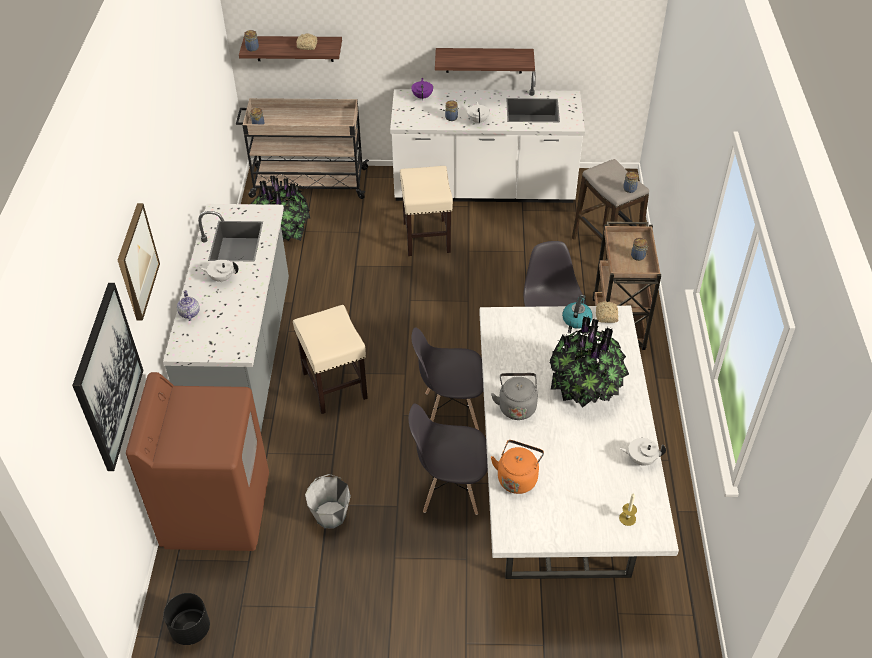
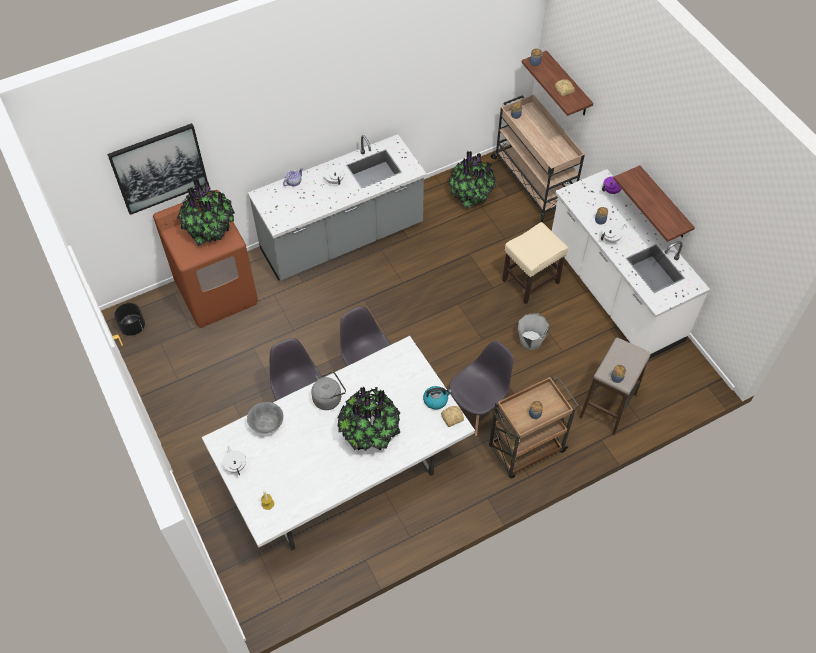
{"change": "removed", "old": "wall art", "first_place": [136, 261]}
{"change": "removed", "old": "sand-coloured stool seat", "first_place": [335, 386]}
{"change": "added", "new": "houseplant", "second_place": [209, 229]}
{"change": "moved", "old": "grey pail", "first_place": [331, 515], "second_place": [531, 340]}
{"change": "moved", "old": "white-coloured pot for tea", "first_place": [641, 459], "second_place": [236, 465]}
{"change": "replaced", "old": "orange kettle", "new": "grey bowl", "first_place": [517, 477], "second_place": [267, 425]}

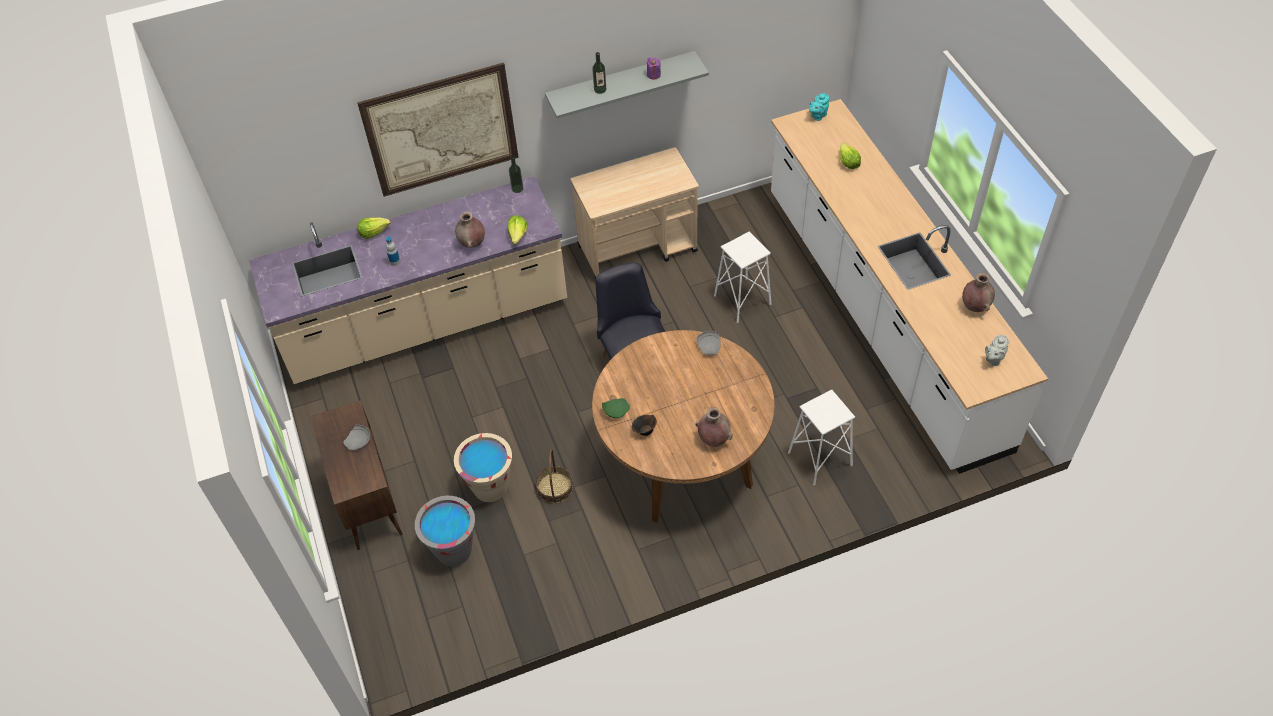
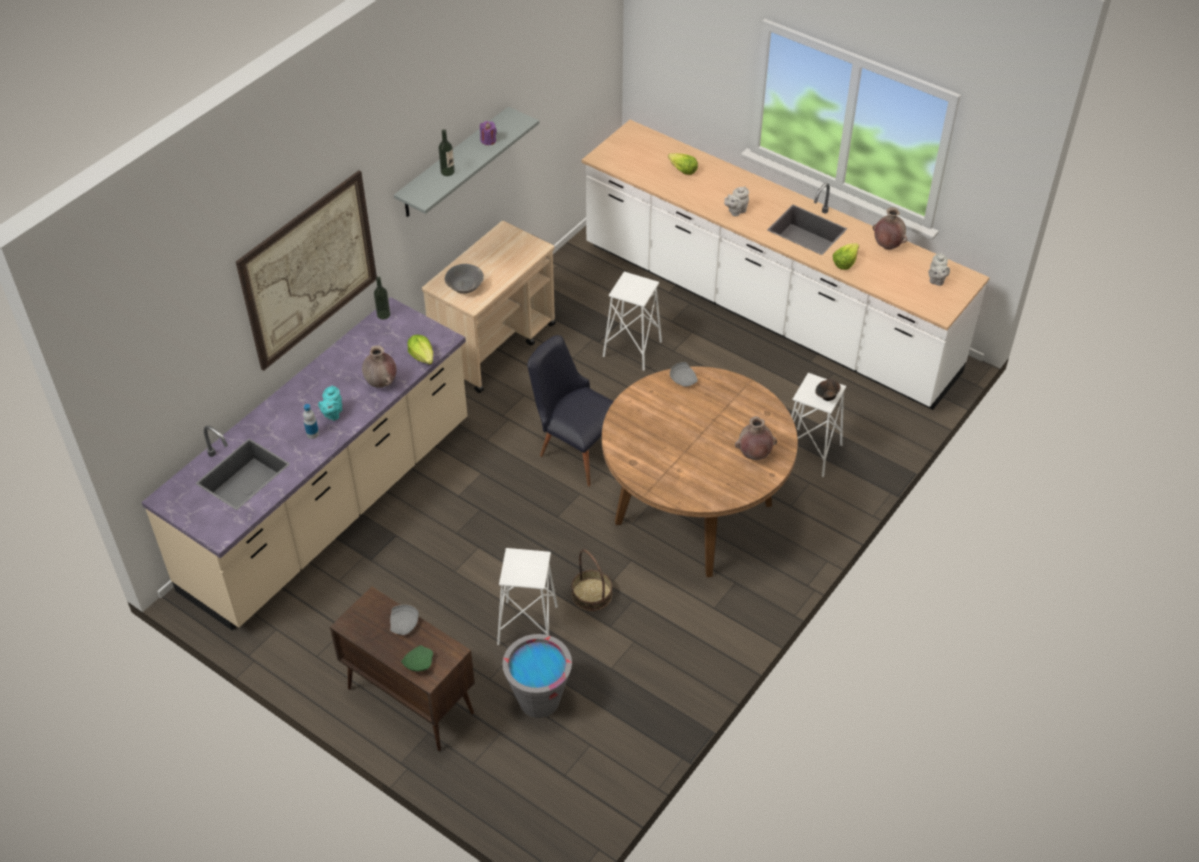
{"change": "added", "new": "grey bowl", "second_place": [464, 287]}
{"change": "added", "new": "grey pot for tea", "second_place": [736, 211]}
{"change": "moved", "old": "lettuce", "first_place": [373, 232], "second_place": [845, 262]}
{"change": "moved", "old": "greenish dinner plate", "first_place": [615, 411], "second_place": [418, 663]}
{"change": "moved", "old": "brown-coloured bowl", "first_place": [644, 430], "second_place": [826, 397]}
{"change": "moved", "old": "blue-green pot for tea", "first_place": [817, 116], "second_place": [332, 414]}
{"change": "replaced", "old": "sand-coloured pail", "new": "white-coloured stool seat", "first_place": [490, 487], "second_place": [527, 625]}

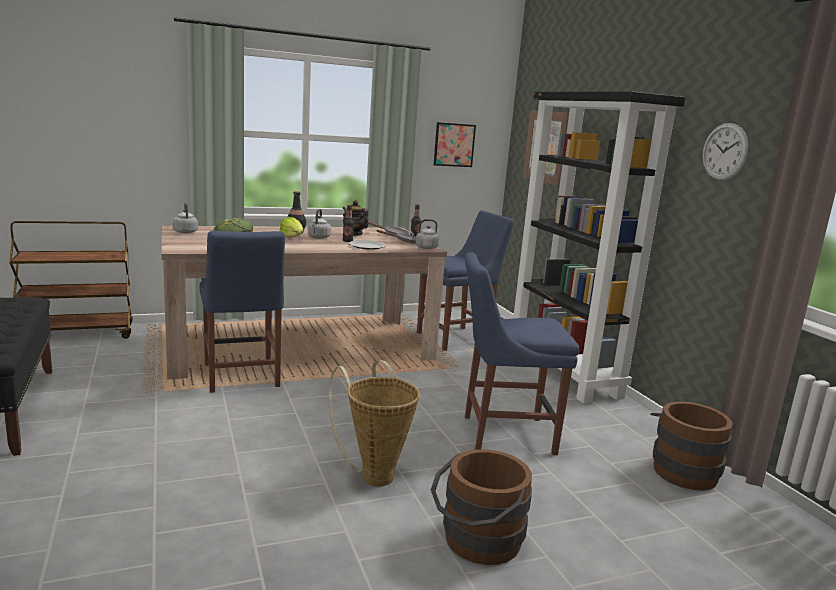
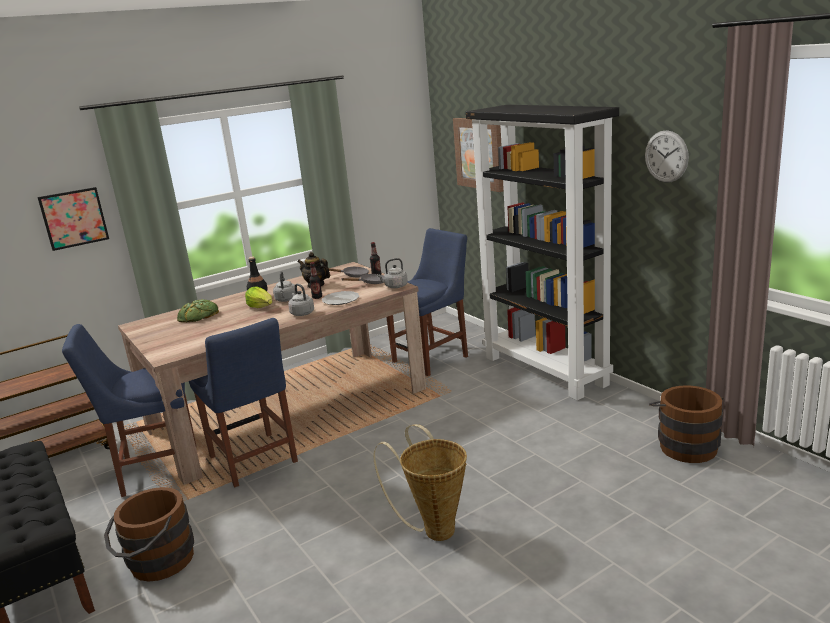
{"change": "moved", "old": "grey kettle", "first_place": [185, 232], "second_place": [301, 313]}
{"change": "moved", "old": "brown-coloured pail", "first_place": [476, 542], "second_place": [156, 563]}
{"change": "moved", "old": "wall art", "first_place": [454, 145], "second_place": [74, 218]}
{"change": "moved", "old": "blue-coloured chair", "first_place": [503, 434], "second_place": [155, 471]}

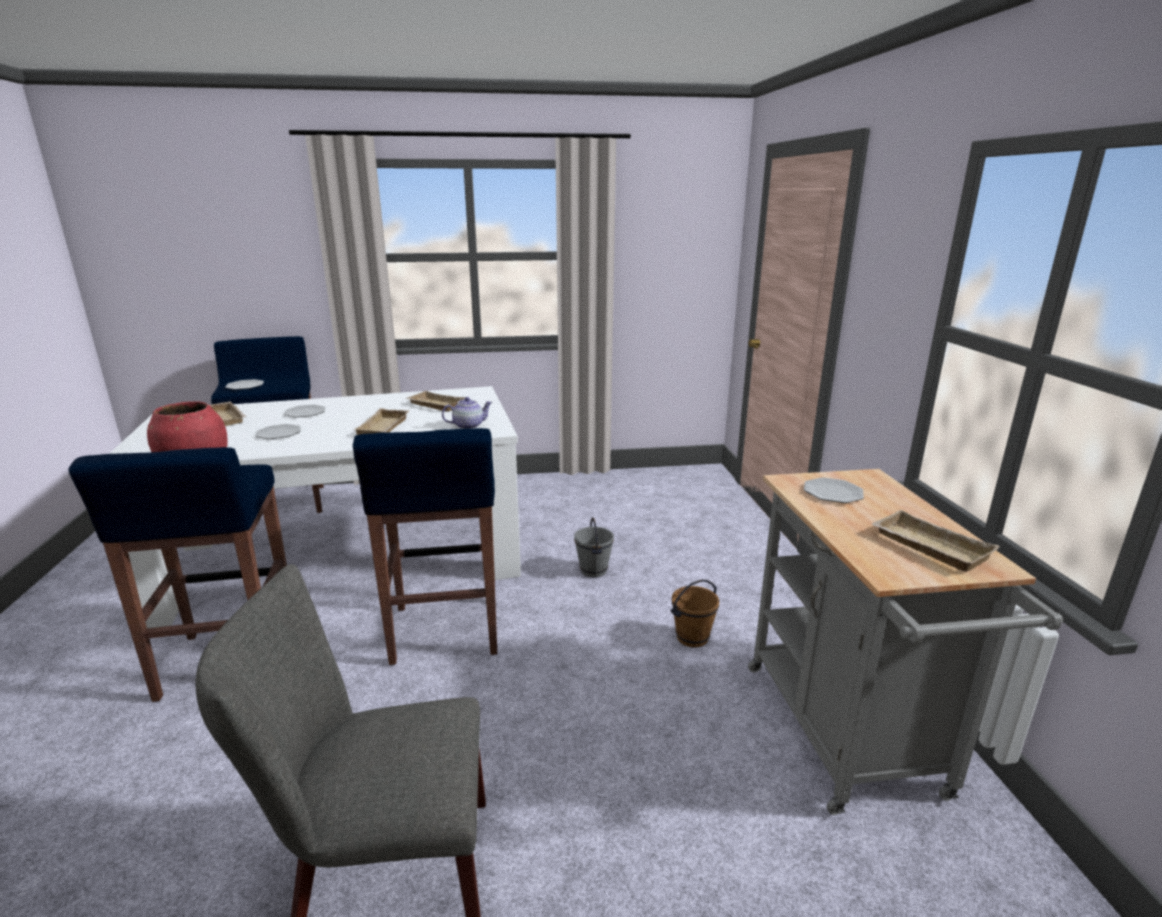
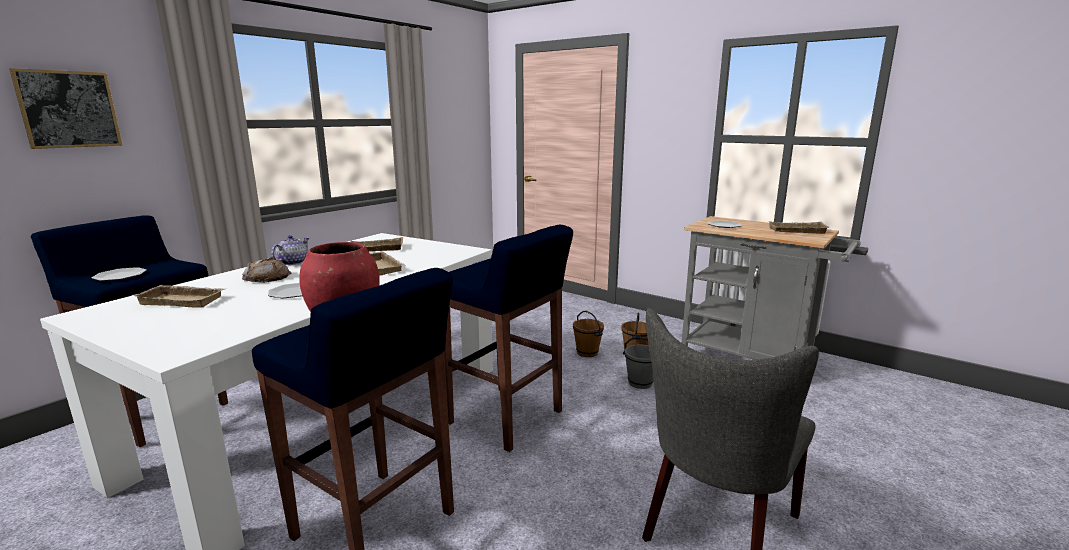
{"change": "added", "new": "wall art", "second_place": [69, 109]}
{"change": "added", "new": "brown-coloured pail", "second_place": [587, 353]}
{"change": "moved", "old": "pot for tea", "first_place": [468, 425], "second_place": [293, 262]}
{"change": "moved", "old": "grey pail", "first_place": [594, 570], "second_place": [640, 383]}
{"change": "replaced", "old": "dinner plate", "new": "bread", "first_place": [305, 412], "second_place": [267, 277]}

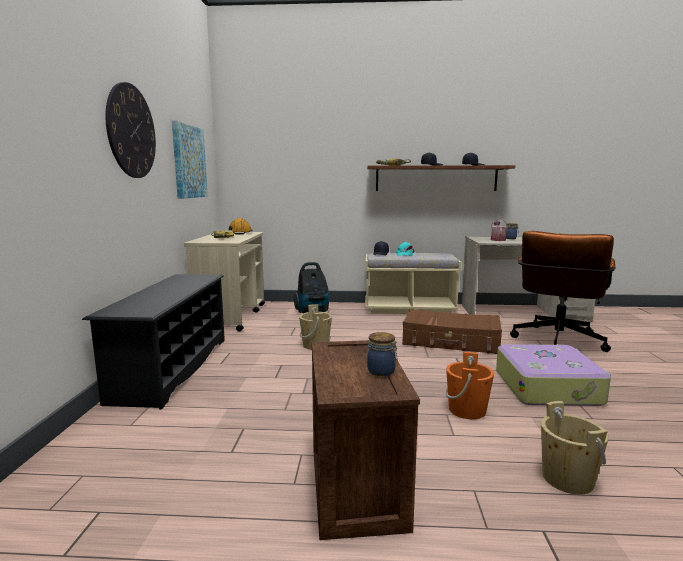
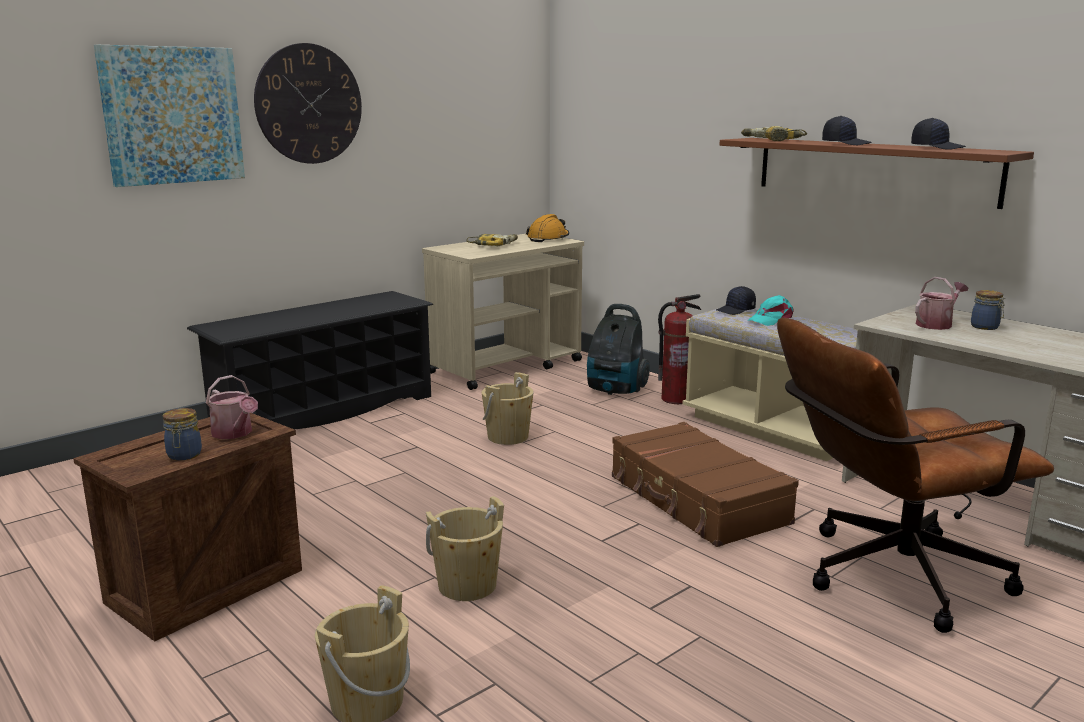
{"change": "removed", "old": "suitcase", "first_place": [548, 387]}
{"change": "added", "new": "watering can", "second_place": [234, 433]}
{"change": "added", "new": "fire-fighting cylinder", "second_place": [676, 399]}
{"change": "moved", "old": "wall art", "first_place": [189, 162], "second_place": [172, 115]}
{"change": "recoloured", "old": "orange pail", "new": "sand-coloured pail", "first_place": [467, 410], "second_place": [467, 585]}

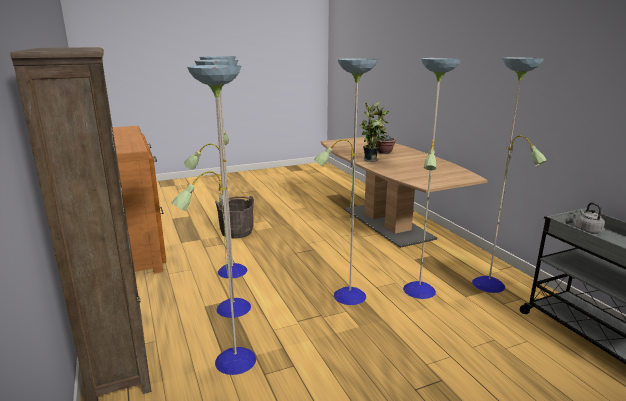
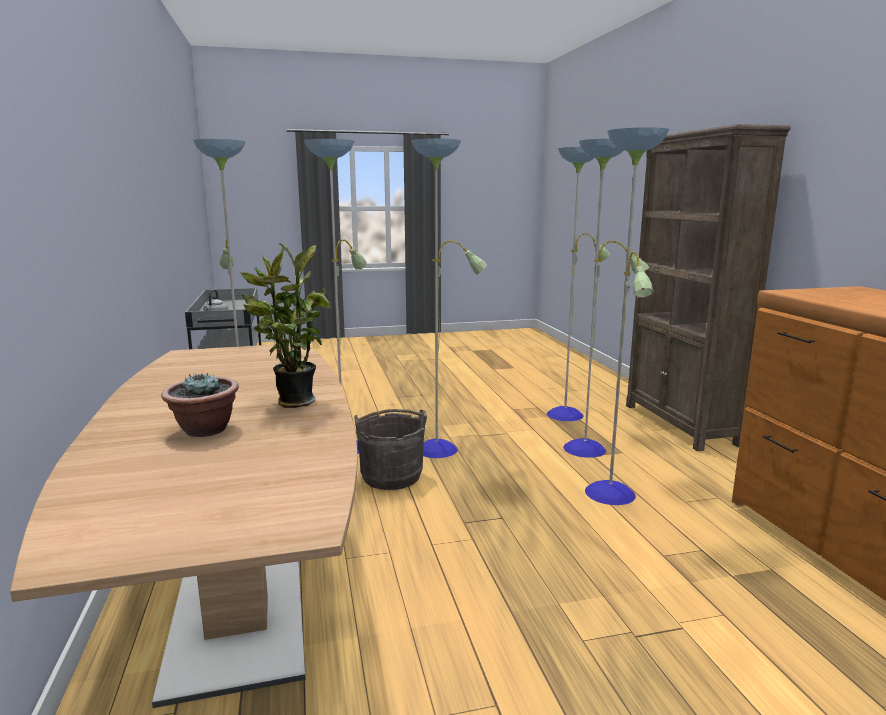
{"change": "moved", "old": "grey pail", "first_place": [236, 232], "second_place": [391, 477]}

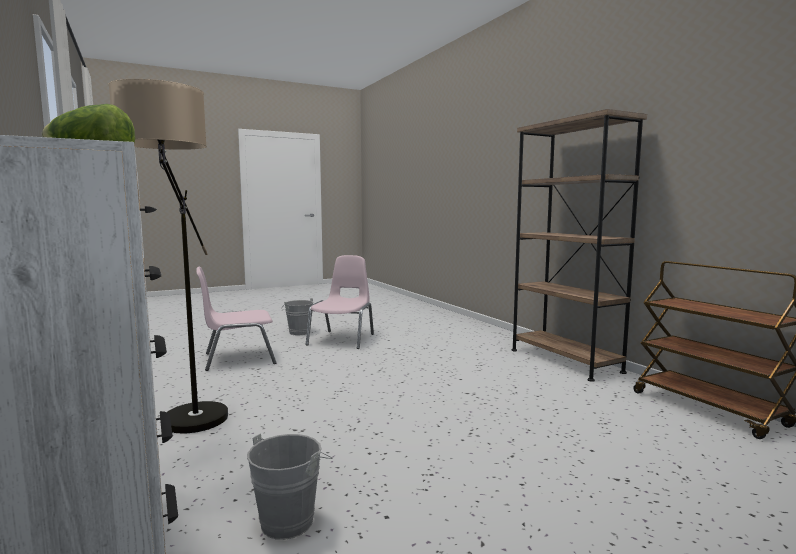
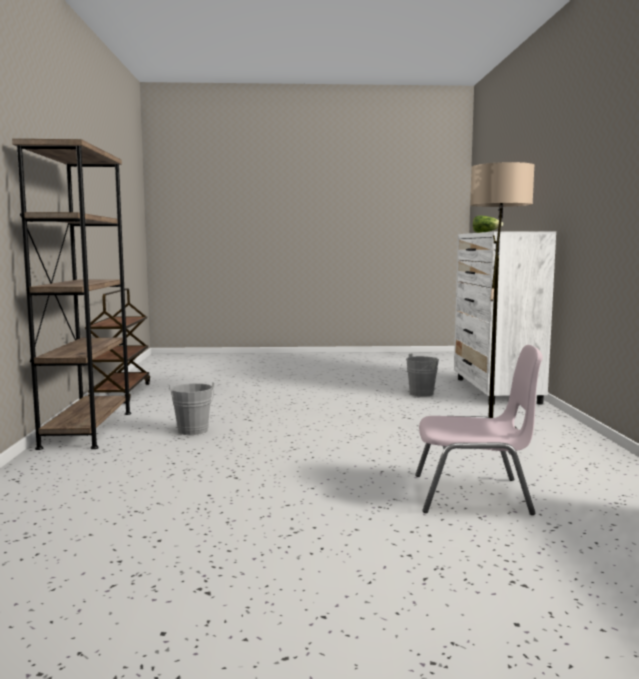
{"change": "removed", "old": "pink-coloured chair", "first_place": [342, 339]}
{"change": "moved", "old": "grey pail", "first_place": [298, 332], "second_place": [193, 431]}

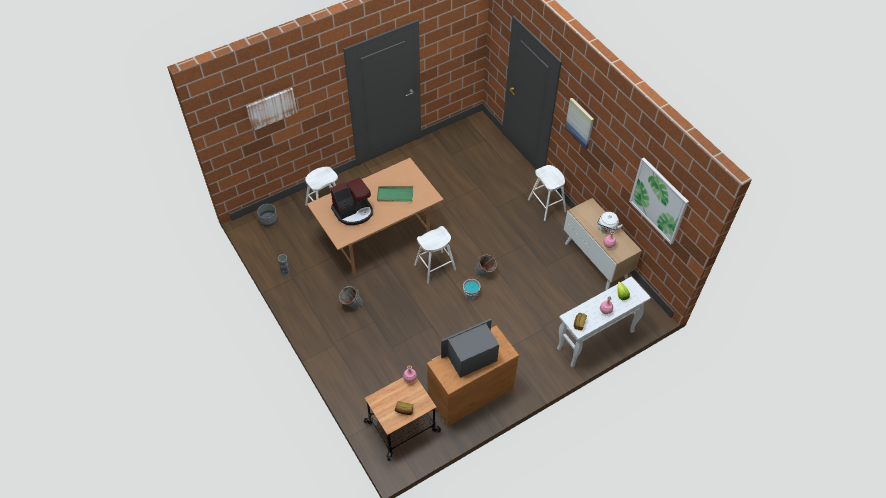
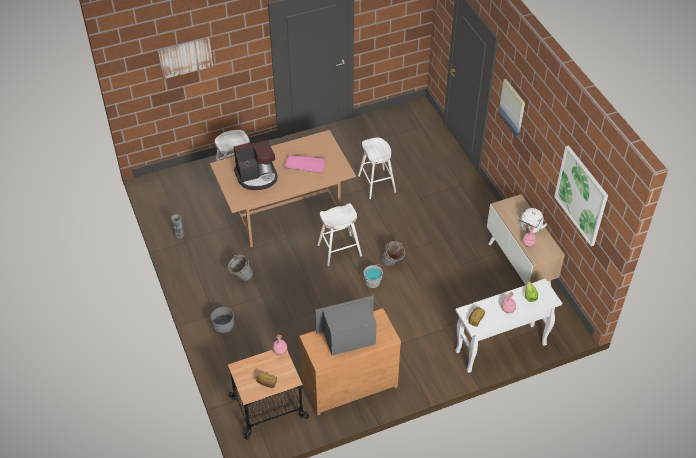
{"change": "moved", "old": "grey flower pot", "first_place": [268, 220], "second_place": [223, 326]}
{"change": "moved", "old": "white-coloured stool seat", "first_place": [546, 205], "second_place": [376, 183]}
{"change": "recoloured", "old": "greenish serving tray", "new": "pink-coloured serving tray", "first_place": [395, 195], "second_place": [304, 165]}

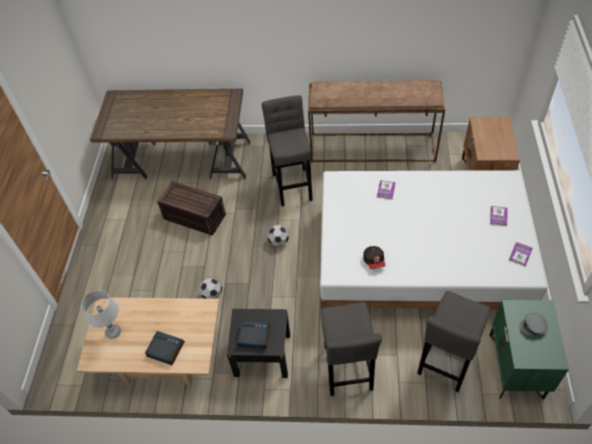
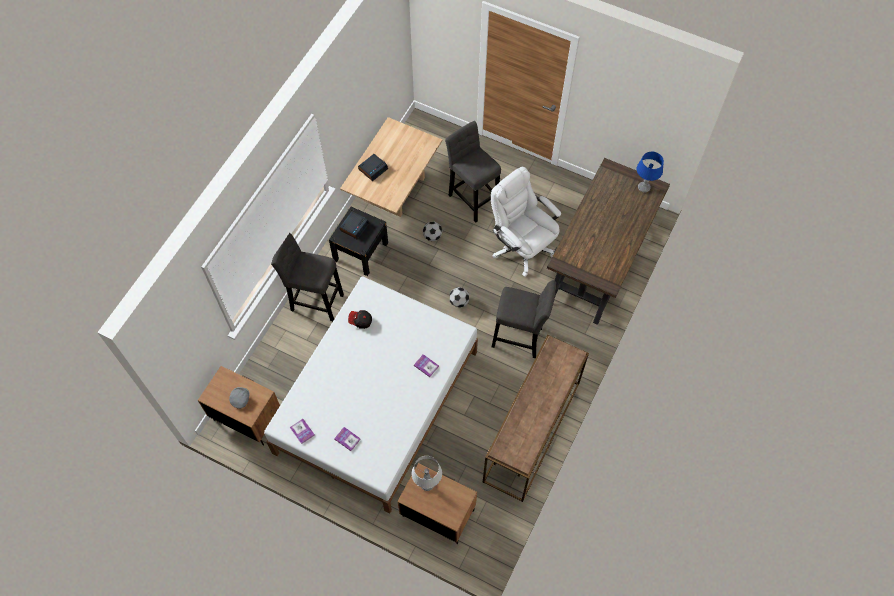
{"change": "added", "new": "blue-coloured tabletop lamp", "second_place": [644, 187]}
{"change": "moved", "old": "grey tabletop lamp", "first_place": [113, 332], "second_place": [427, 484]}
{"change": "moved", "old": "grey stool seat", "first_place": [445, 363], "second_place": [472, 198]}
{"change": "replaced", "old": "brown-coloured storage container", "new": "white-coloured desk chair", "first_place": [193, 217], "second_place": [522, 247]}
{"change": "recoloured", "old": "greenish bedside table", "new": "brown-coloured bedside table", "first_place": [516, 366], "second_place": [247, 418]}

